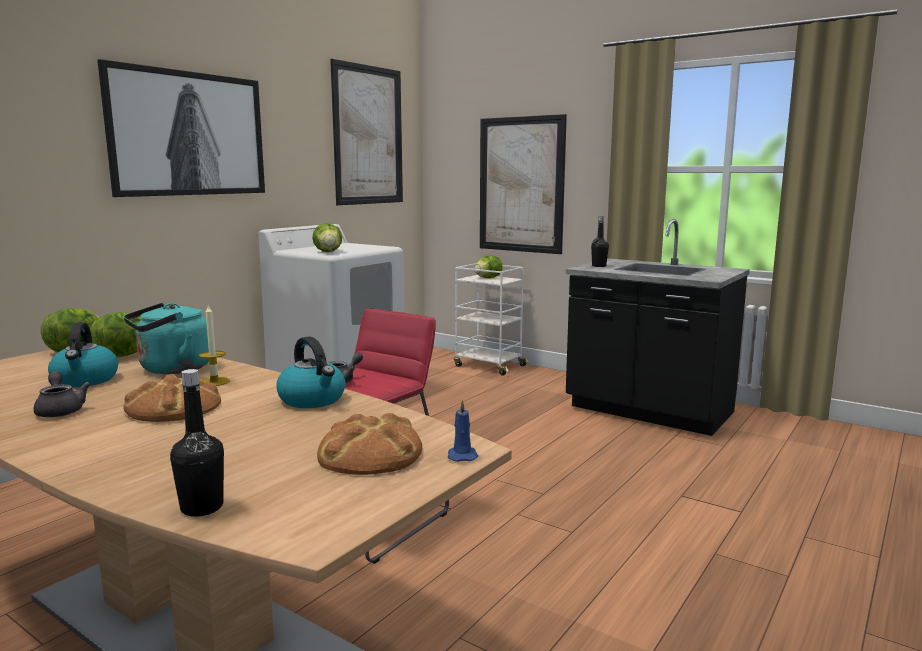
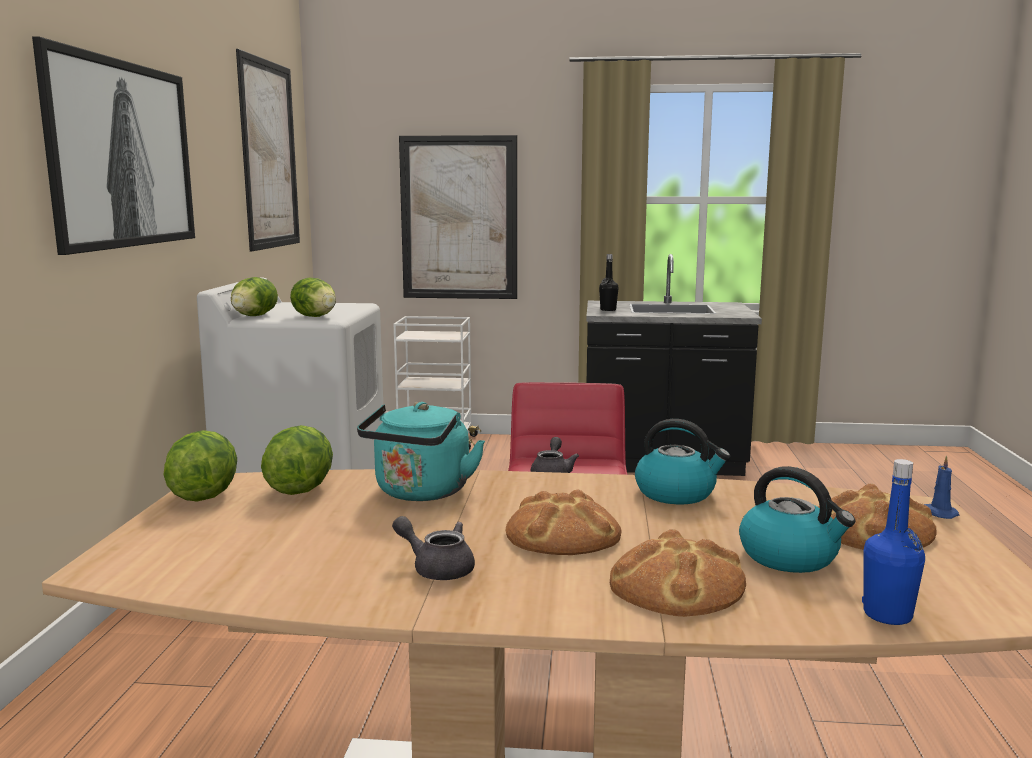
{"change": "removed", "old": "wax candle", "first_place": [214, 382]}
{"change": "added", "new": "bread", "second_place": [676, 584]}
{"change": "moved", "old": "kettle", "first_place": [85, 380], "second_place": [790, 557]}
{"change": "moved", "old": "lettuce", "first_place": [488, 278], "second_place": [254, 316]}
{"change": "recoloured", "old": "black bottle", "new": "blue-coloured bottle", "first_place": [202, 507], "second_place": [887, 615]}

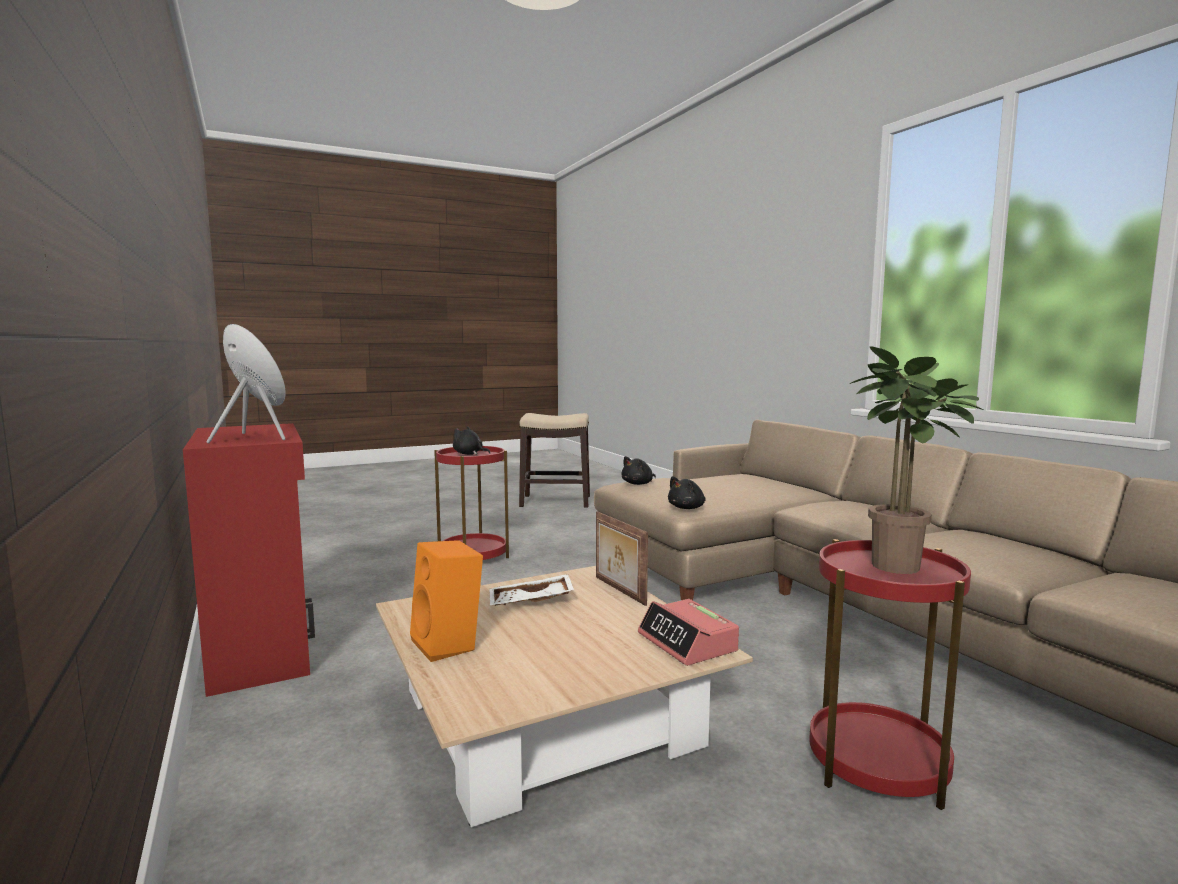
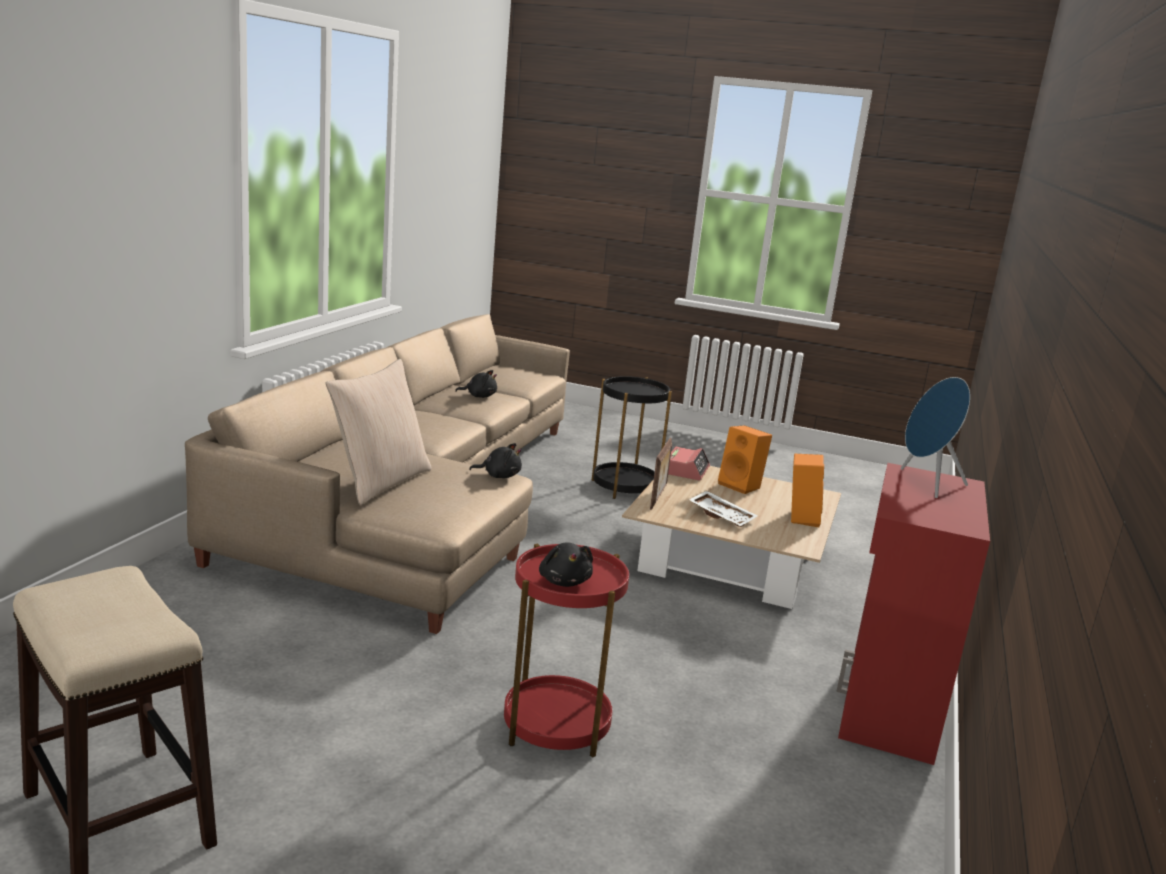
{"change": "removed", "old": "houseplant", "first_place": [899, 569]}
{"change": "added", "new": "sand-coloured pillow", "second_place": [380, 482]}
{"change": "added", "new": "orange speaker", "second_place": [741, 486]}
{"change": "moved", "old": "black cuddly toy", "first_place": [638, 484], "second_place": [479, 396]}
{"change": "recoloured", "old": "red accent table", "new": "black accent table", "first_place": [877, 765], "second_place": [624, 487]}

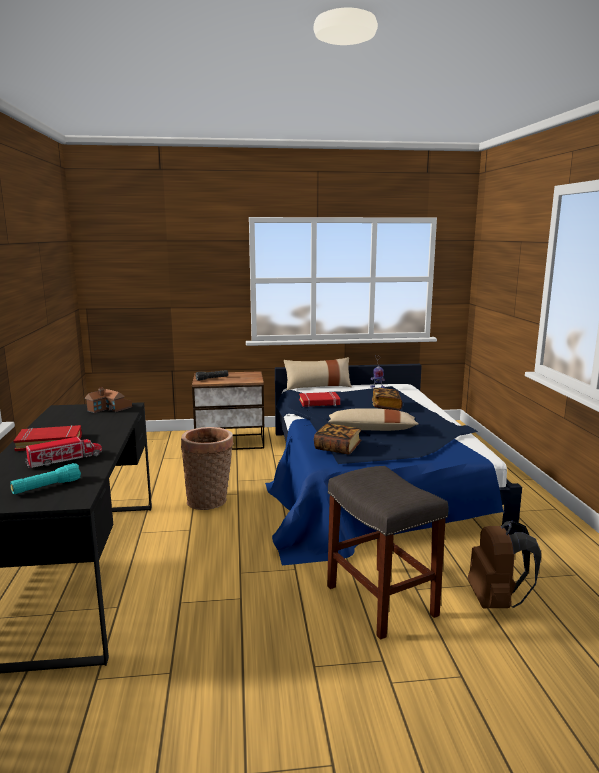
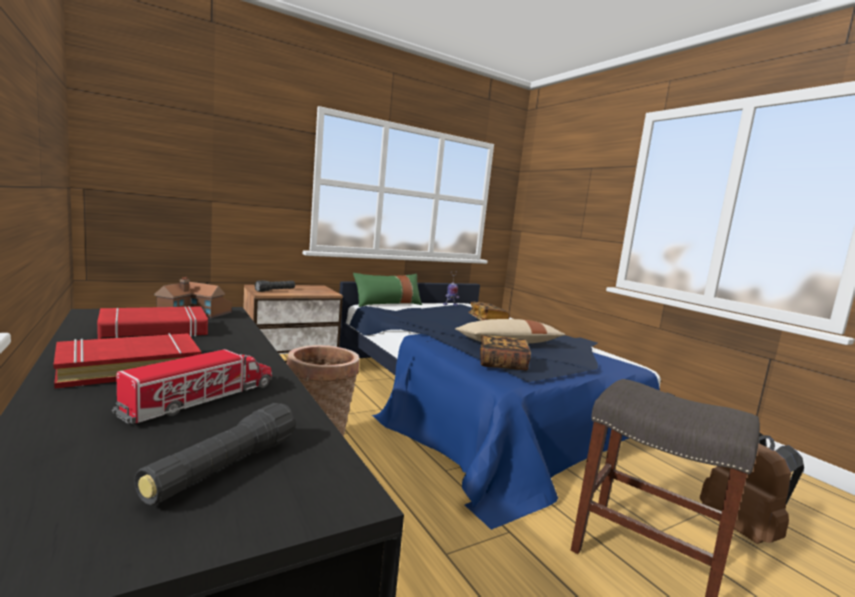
{"change": "moved", "old": "red volume", "first_place": [319, 402], "second_place": [154, 330]}
{"change": "recoloured", "old": "blue-green flashlight", "new": "black flashlight", "first_place": [47, 487], "second_place": [224, 468]}
{"change": "recoloured", "old": "sand-coloured pillow", "new": "greenish pillow", "first_place": [318, 386], "second_place": [388, 304]}

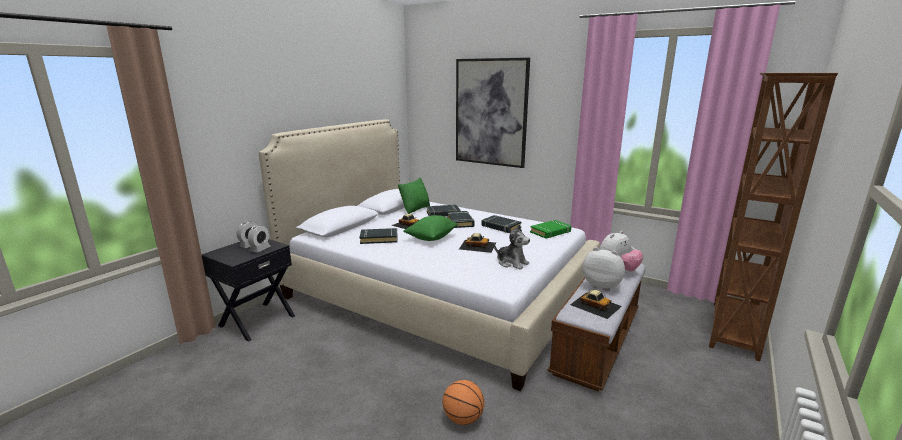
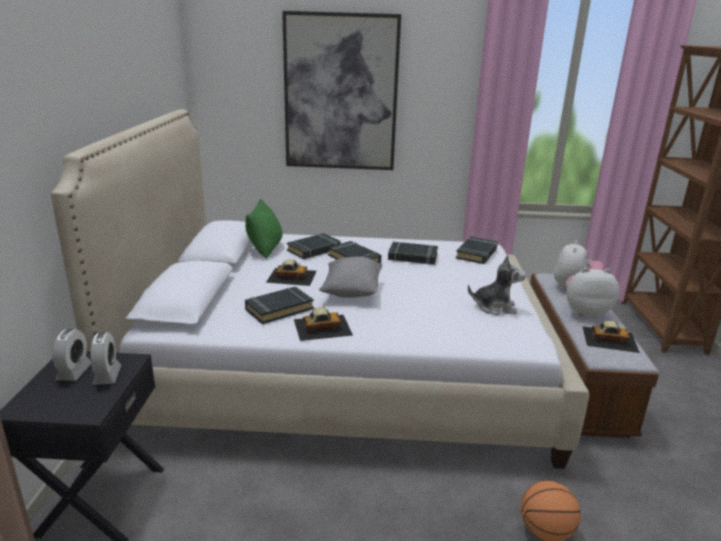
{"change": "moved", "old": "toy car", "first_place": [477, 245], "second_place": [322, 327]}
{"change": "recoloured", "old": "greenish pillow", "new": "grey pillow", "first_place": [431, 238], "second_place": [351, 291]}
{"change": "recoloured", "old": "greenish volume", "new": "black volume", "first_place": [550, 232], "second_place": [476, 254]}

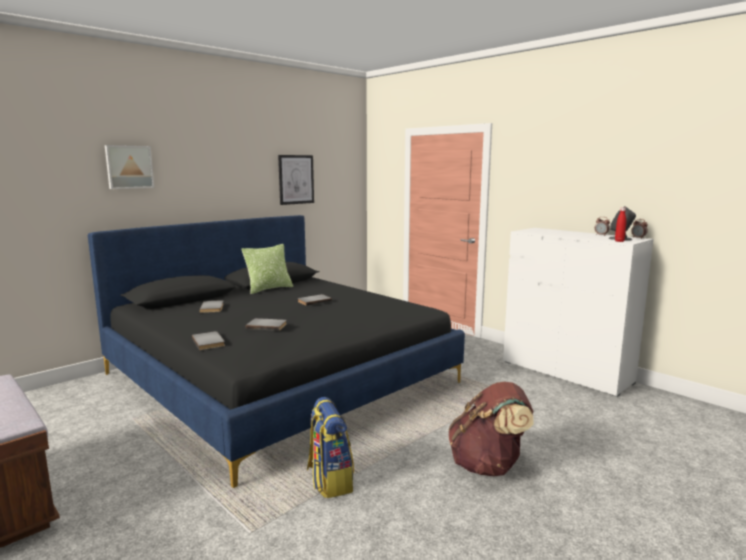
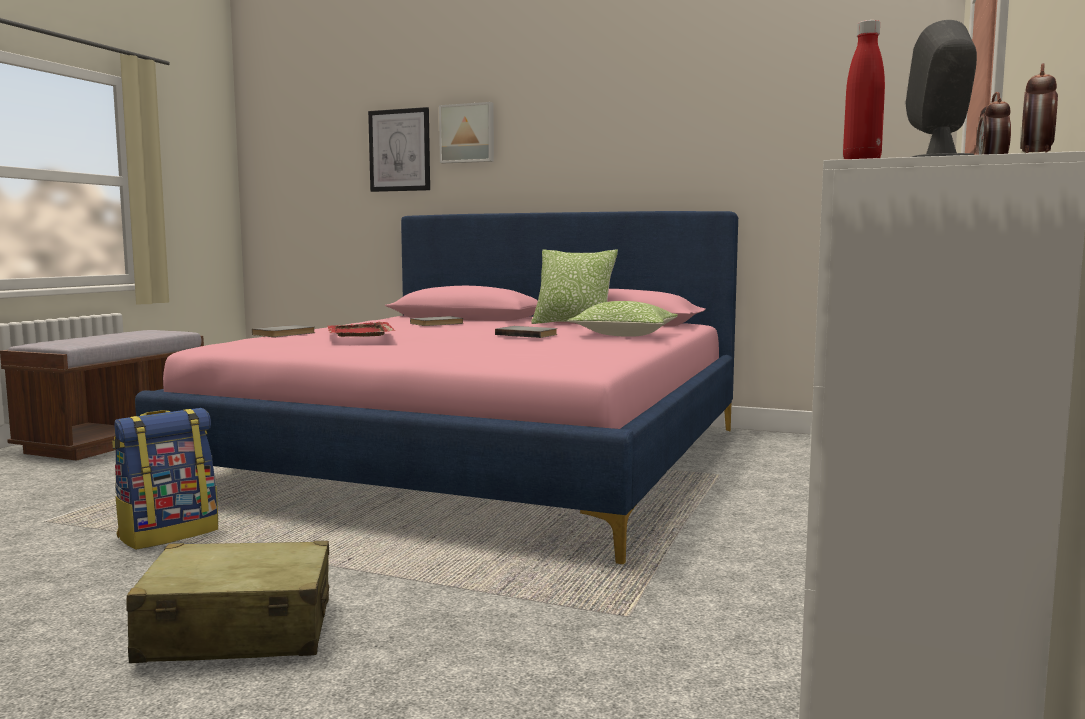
{"change": "added", "new": "pillow", "second_place": [624, 335]}
{"change": "moved", "old": "wall art", "first_place": [296, 179], "second_place": [399, 150]}
{"change": "replaced", "old": "grey volume", "new": "red serving tray", "first_place": [267, 326], "second_place": [359, 333]}
{"change": "replaced", "old": "brown-coloured rucksack", "new": "sand-coloured suitcase", "first_place": [488, 465], "second_place": [238, 631]}
{"change": "recoloured", "old": "black bed", "new": "pink-coloured bed", "first_place": [279, 378], "second_place": [483, 459]}

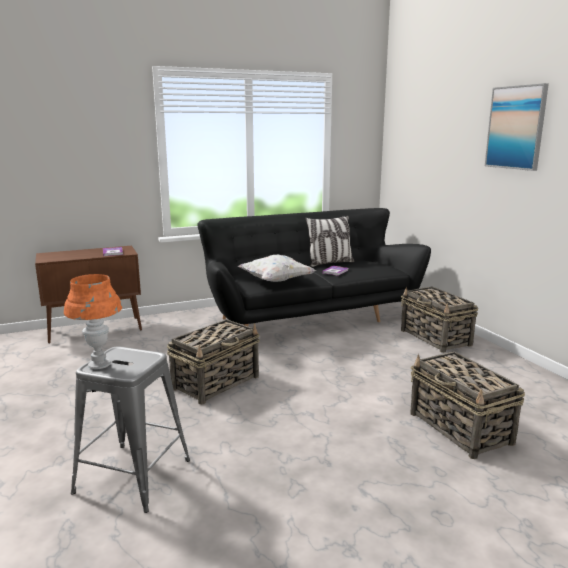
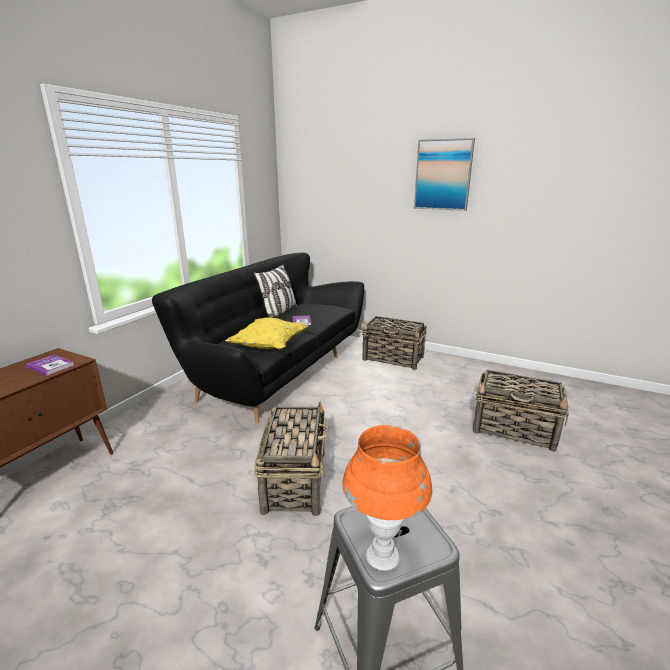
{"change": "recoloured", "old": "white-coloured pillow", "new": "yellowish pillow", "first_place": [276, 281], "second_place": [269, 346]}

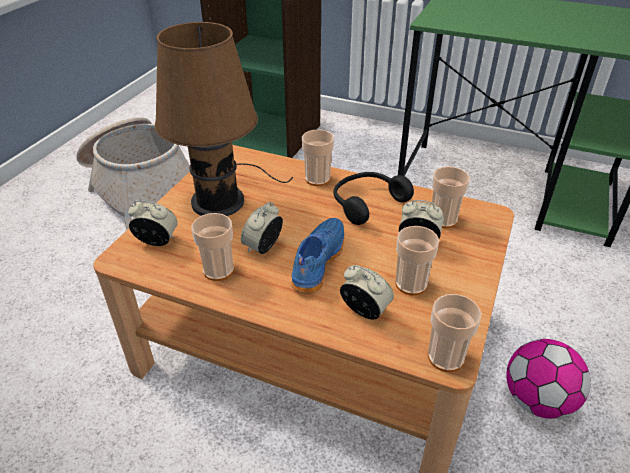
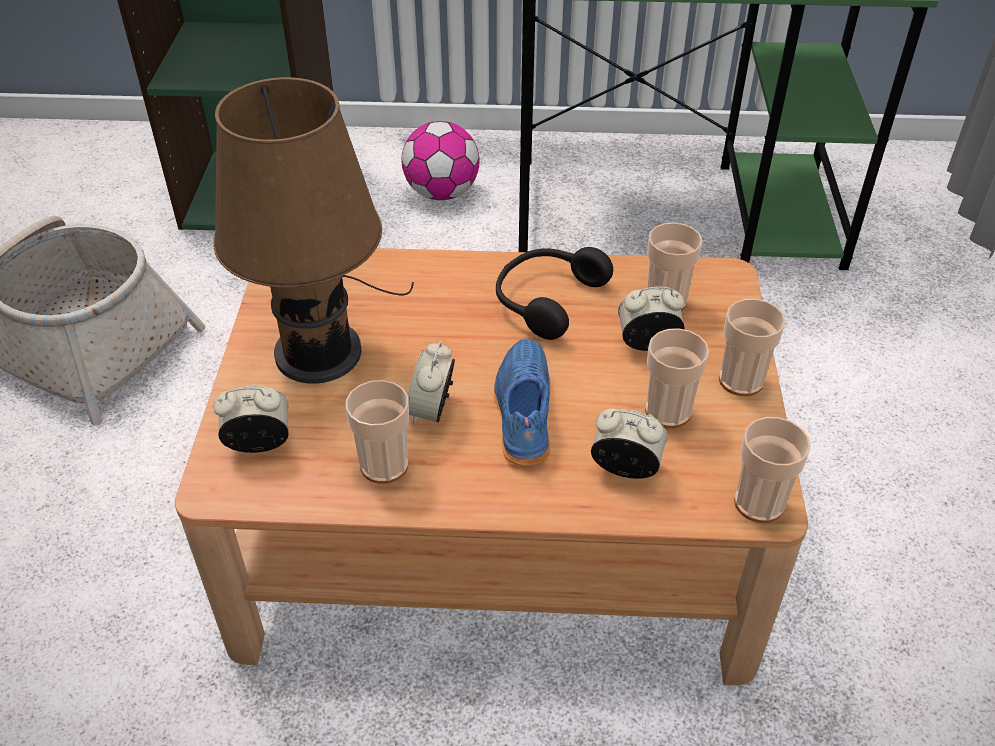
{"change": "moved", "old": "small cup", "first_place": [317, 179], "second_place": [741, 380]}
{"change": "moved", "old": "ball for football", "first_place": [537, 400], "second_place": [442, 193]}

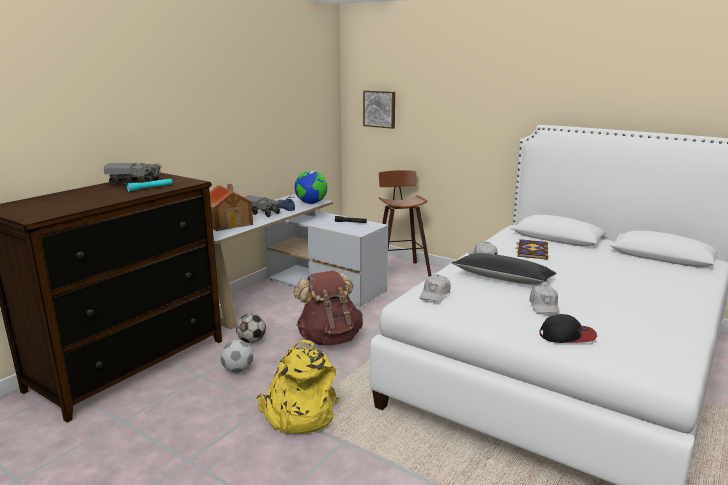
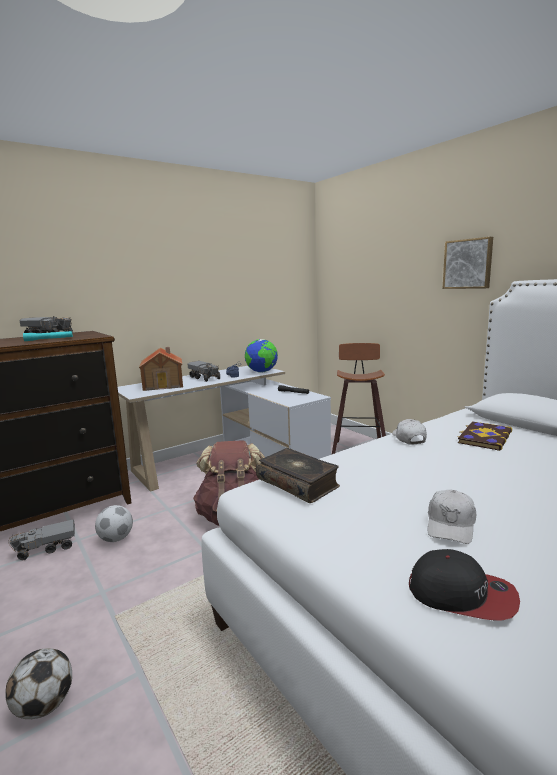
{"change": "removed", "old": "yellowish rucksack", "first_place": [298, 414]}
{"change": "removed", "old": "black pillow", "first_place": [503, 279]}
{"change": "added", "new": "toy lorry", "second_place": [47, 548]}
{"change": "moved", "old": "ball for football", "first_place": [251, 341], "second_place": [44, 705]}
{"change": "moved", "old": "wall art", "first_place": [380, 109], "second_place": [468, 264]}
{"change": "replaced", "old": "white-coloured peaked cap", "new": "volume", "first_place": [435, 294], "second_place": [298, 483]}

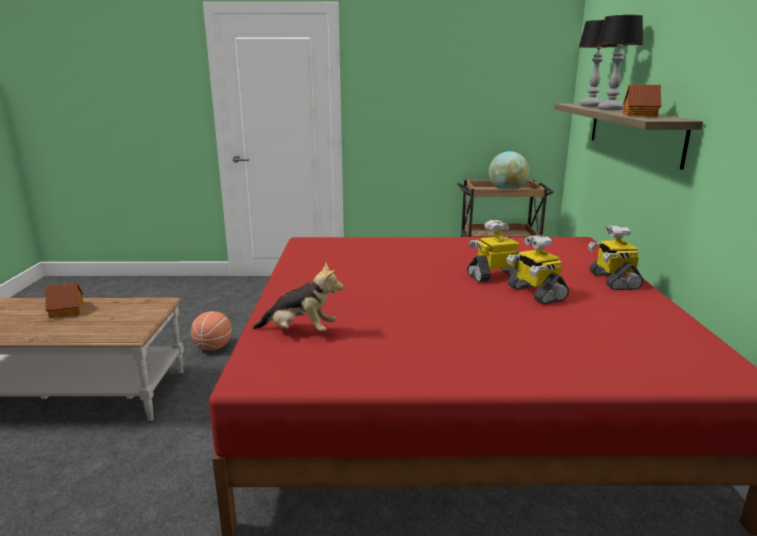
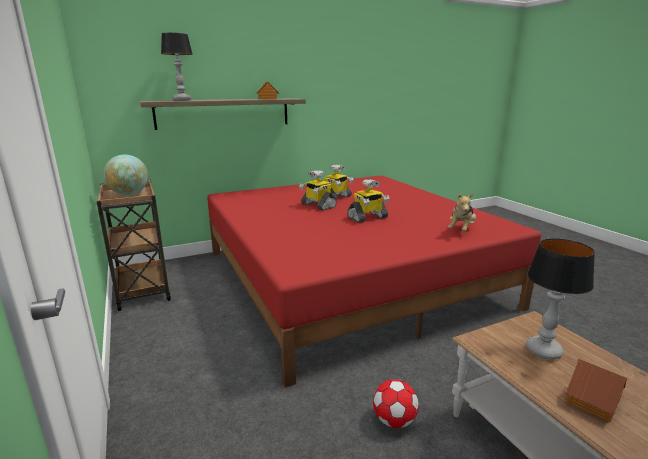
{"change": "moved", "old": "toy robot", "first_place": [612, 280], "second_place": [367, 218]}
{"change": "moved", "old": "tabletop lamp", "first_place": [611, 109], "second_place": [542, 350]}
{"change": "replaced", "old": "basketball", "new": "ball for football", "first_place": [213, 347], "second_place": [394, 420]}
{"change": "turned", "old": "cuddly toy", "first_place": [300, 331], "second_place": [461, 230], "degrees": -135}

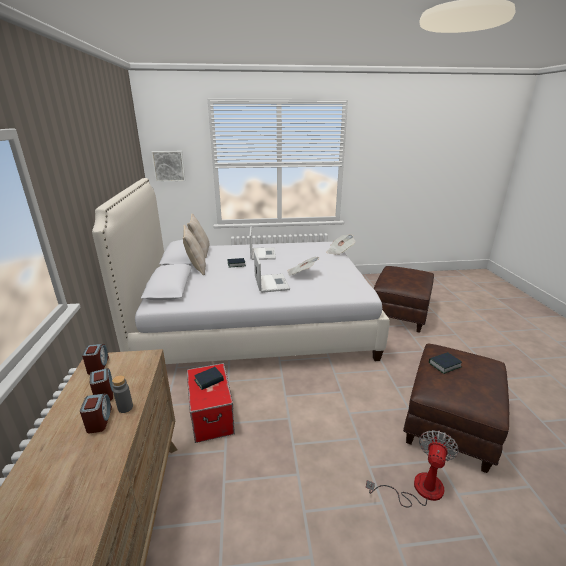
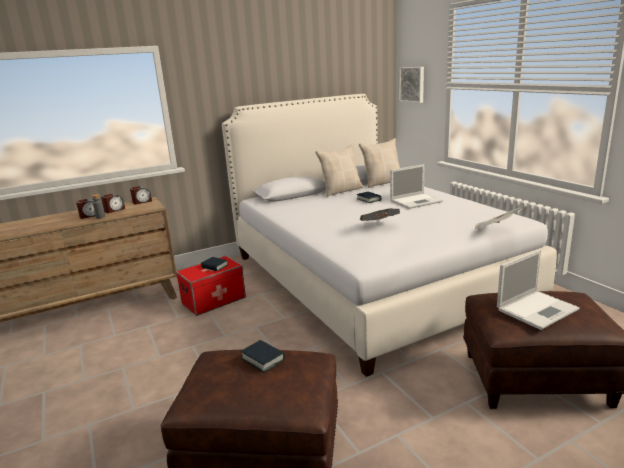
{"change": "removed", "old": "fan", "first_place": [418, 488]}
{"change": "moved", "old": "notebook computer", "first_place": [271, 283], "second_place": [537, 309]}

